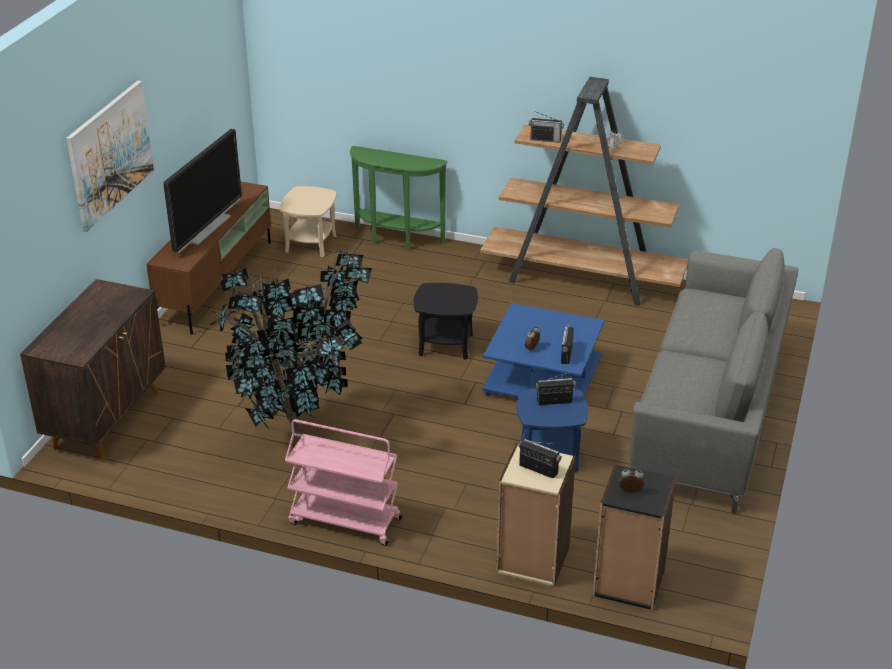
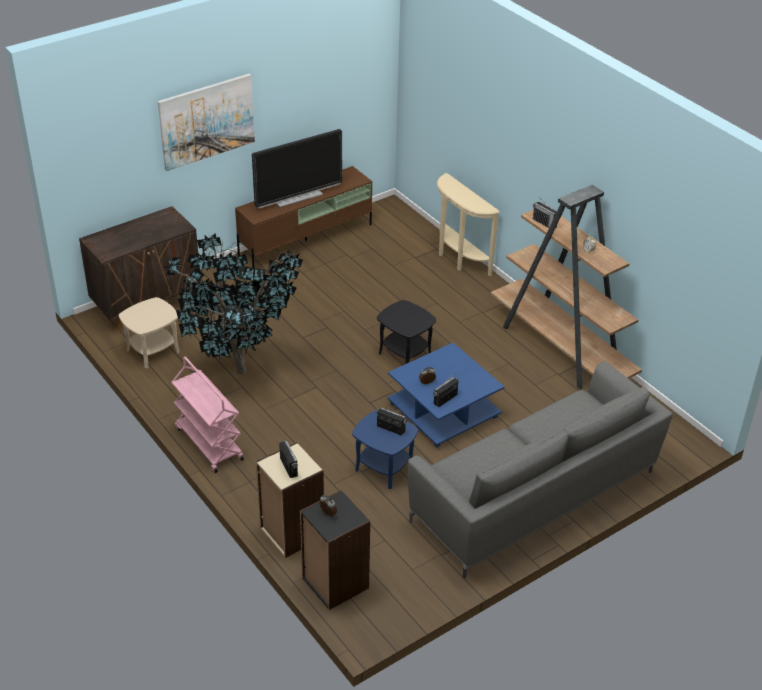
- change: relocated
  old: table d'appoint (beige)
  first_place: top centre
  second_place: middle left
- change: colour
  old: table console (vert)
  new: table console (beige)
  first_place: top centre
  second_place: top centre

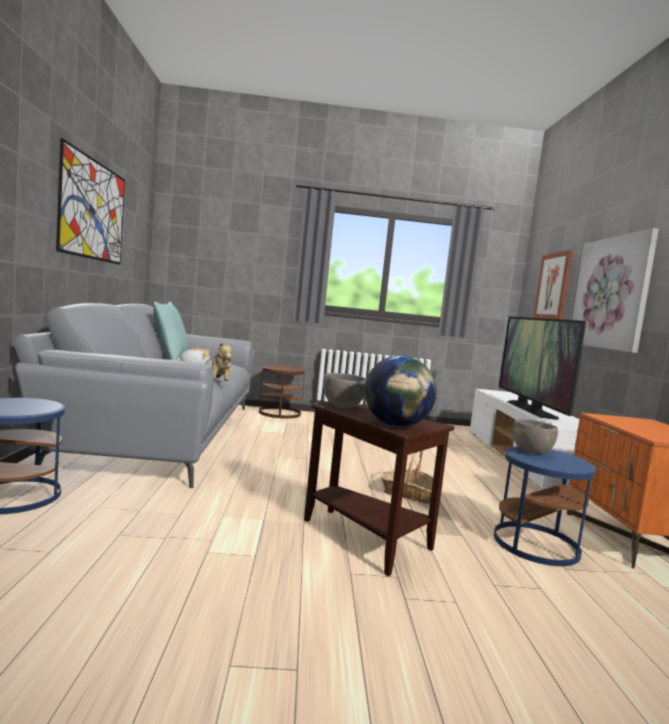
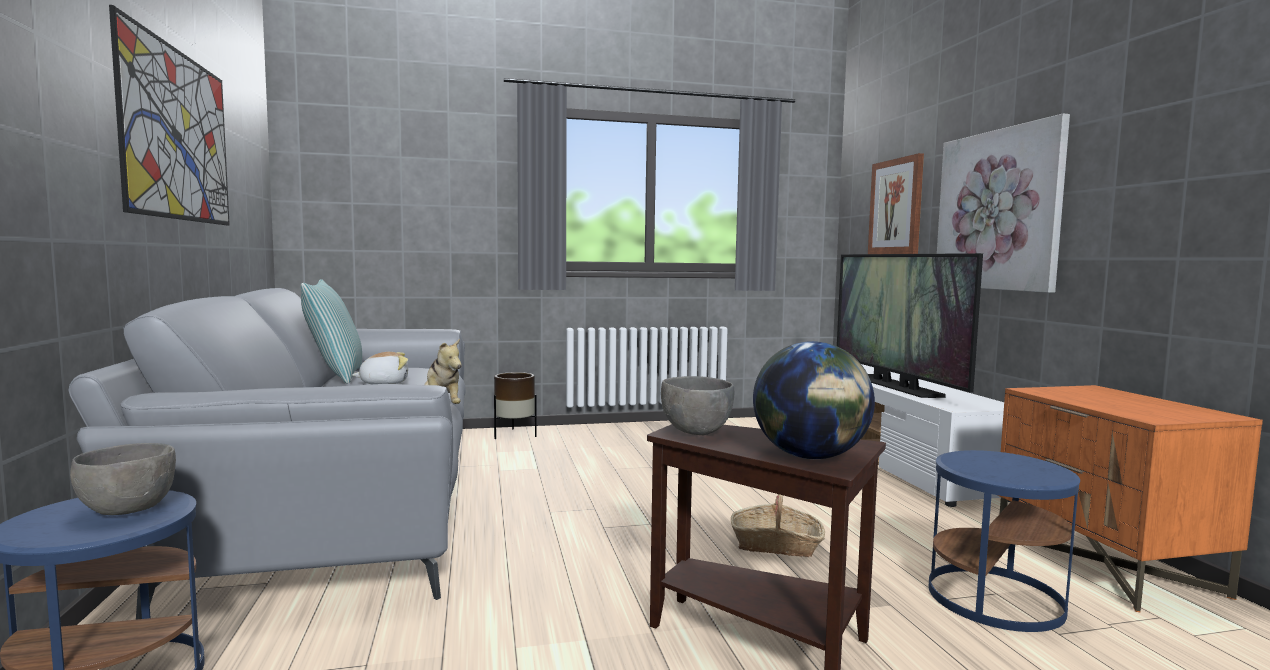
- change: relocated
  old: bol (gris) (no. 2 from left in the first image)
  new: bol (gris) (no. 1 from left)
  first_place: middle right
  second_place: bottom left
- change: exchanged
  old: table d'appoint (marron) (no. 1 from left)
  new: cache-pot (marron)
  first_place: centre
  second_place: centre

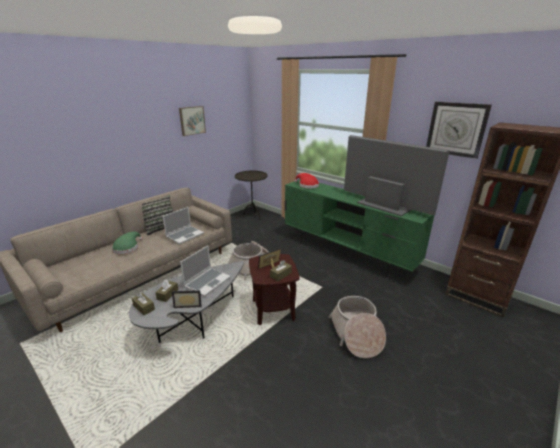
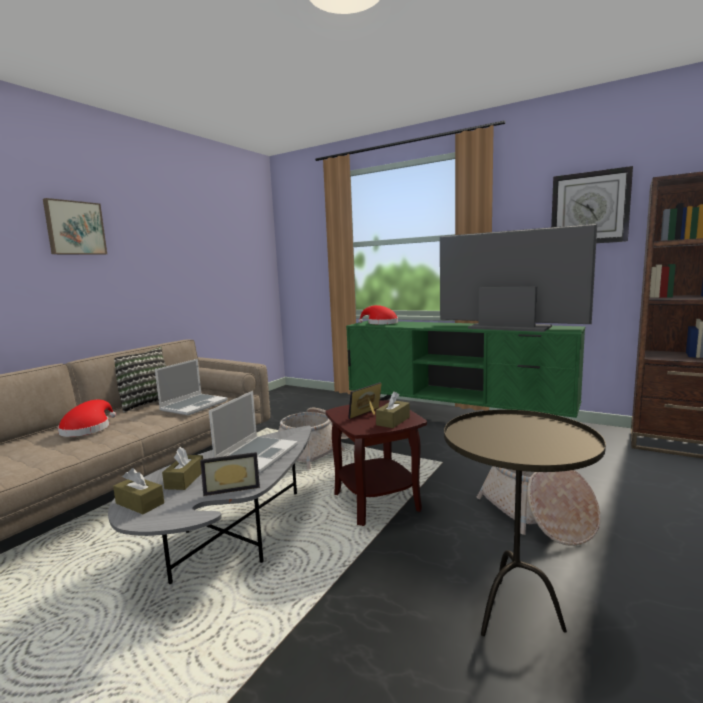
- change: relocated
  old: tableau
  first_place: top centre
  second_place: top left
- change: colour
  old: chapeau (vert)
  new: chapeau (rouge) (no. 1 from left)
  first_place: middle left
  second_place: middle left
- change: relocated
  old: table d'appoint (marron) (no. 1 from left in the first image)
  new: table d'appoint (marron) (no. 2 from left)
  first_place: centre
  second_place: bottom right

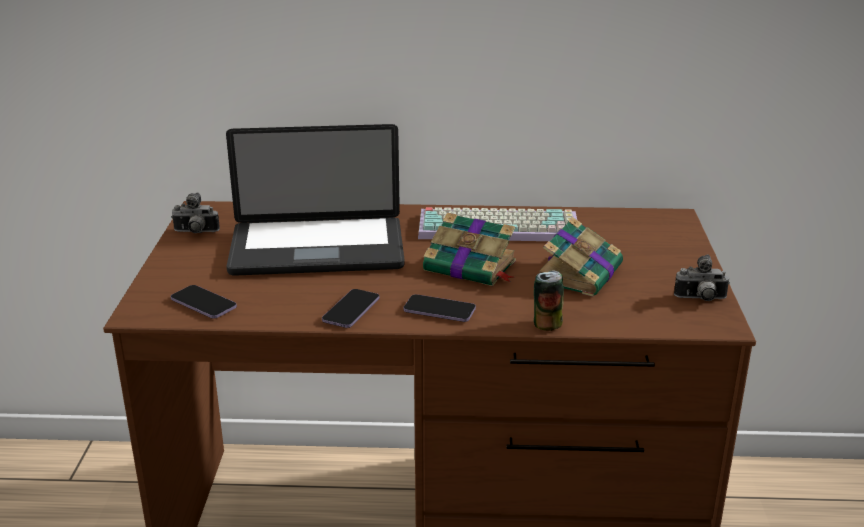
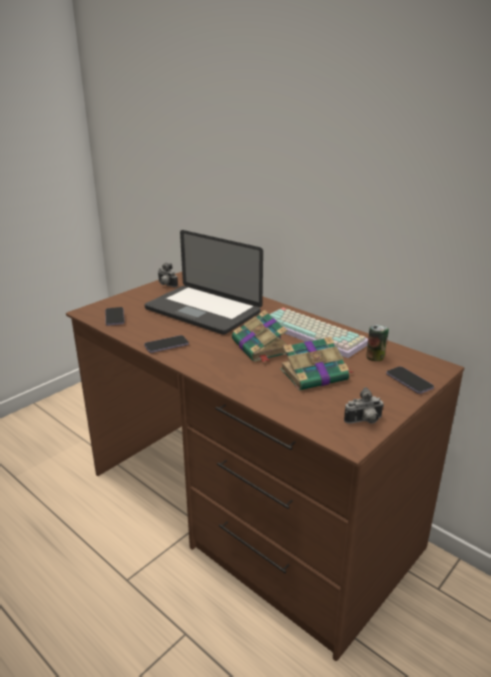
- change: spun
  old: appareil photo (no. 2 from left)
  first_place: middle right
  second_place: middle right
  degrees: -60
- change: relocated
  old: boîte métallique
  first_place: centre
  second_place: middle right
- change: relocated
  old: téléphone (no. 3 from left)
  first_place: centre
  second_place: middle right

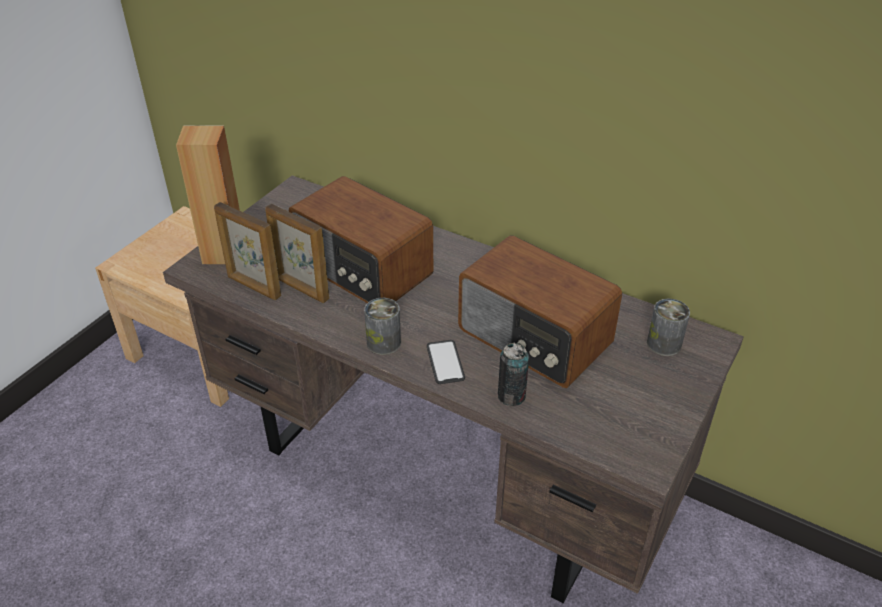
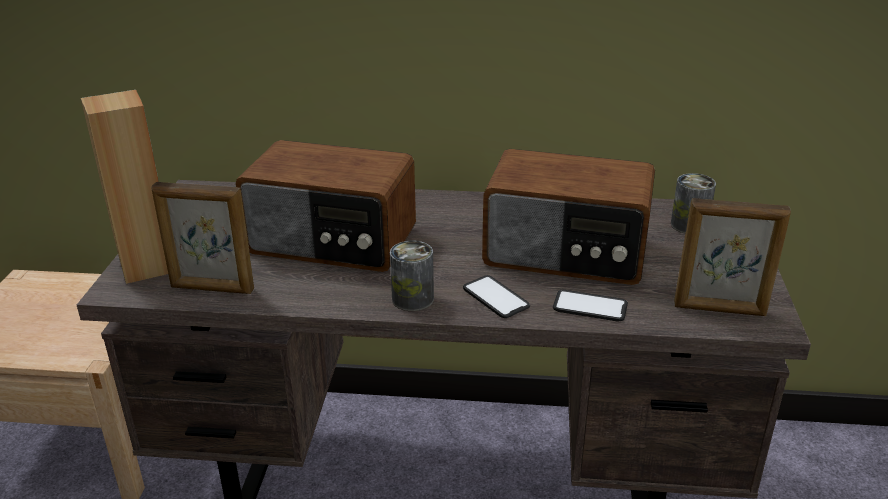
- change: exchanged
  old: boîte métallique (no. 2 from left)
  new: téléphone (no. 2 from left)
  first_place: centre
  second_place: centre
- change: relocated
  old: cadre photo (no. 2 from left)
  first_place: centre
  second_place: middle right

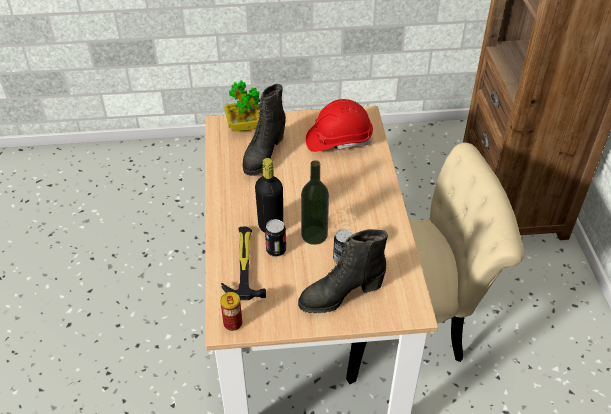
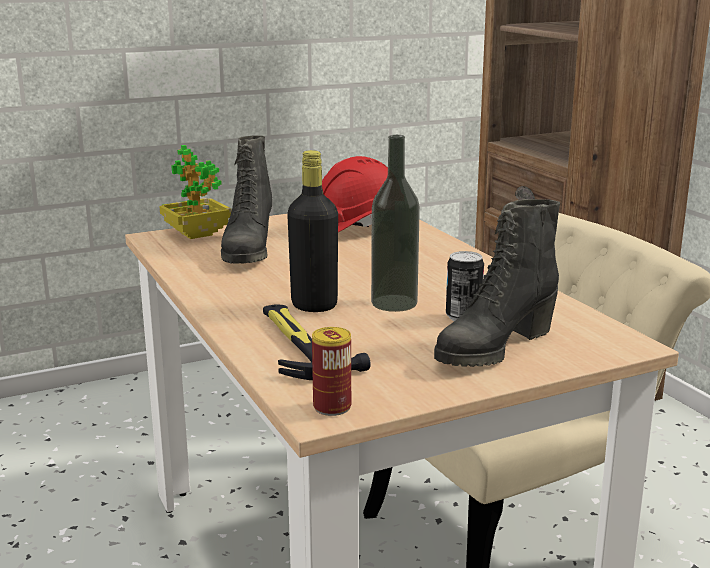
- change: missing
  old: boîte métallique (no. 2 from left)
  first_place: centre

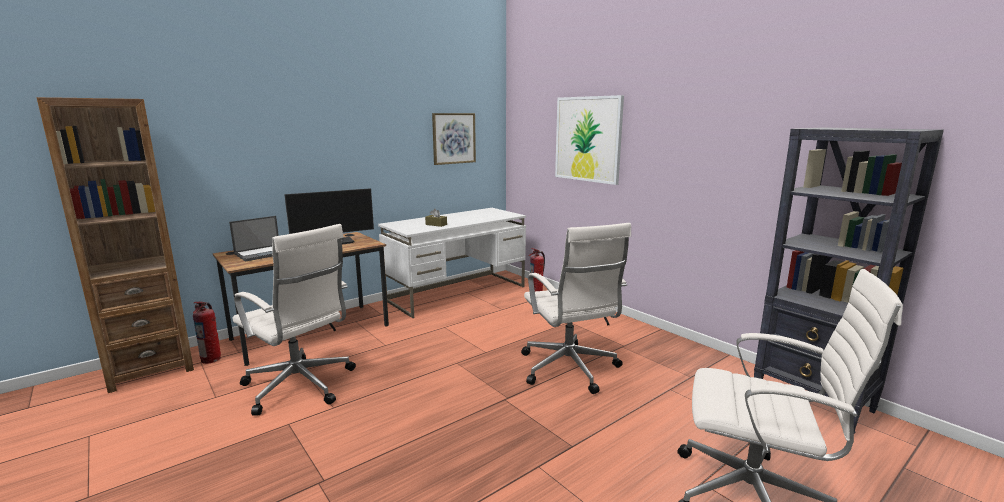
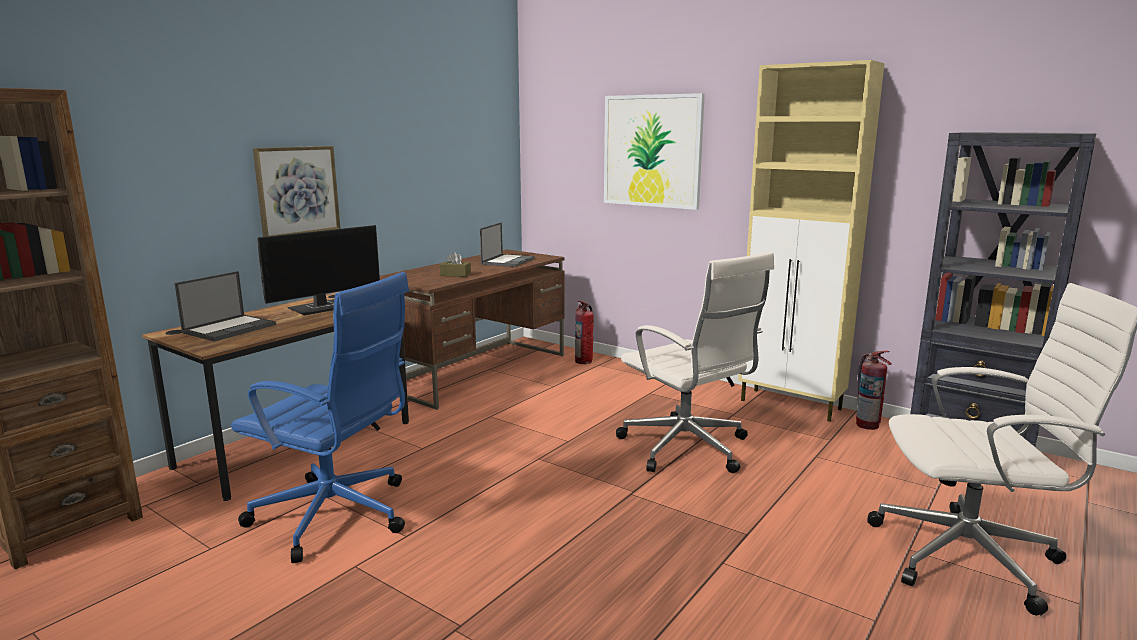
- change: colour
  old: chaise de bureau (blanc) (no. 1 from left)
  new: chaise de bureau (bleu)
  first_place: middle left
  second_place: middle left
- change: relocated
  old: tableau (no. 1 from left)
  first_place: top centre
  second_place: top left
- change: colour
  old: bureau (blanc)
  new: bureau (marron) (no. 2 from left)
  first_place: centre
  second_place: centre
- change: appeared
  new: ordinateur portable (no. 2 from left)
  second_place: centre
- change: appeared
  new: meuble de rangement (beige)
  second_place: middle right
- change: relocated
  old: extincteur (no. 1 from left in the first image)
  new: extincteur (no. 2 from left)
  first_place: middle left
  second_place: middle right

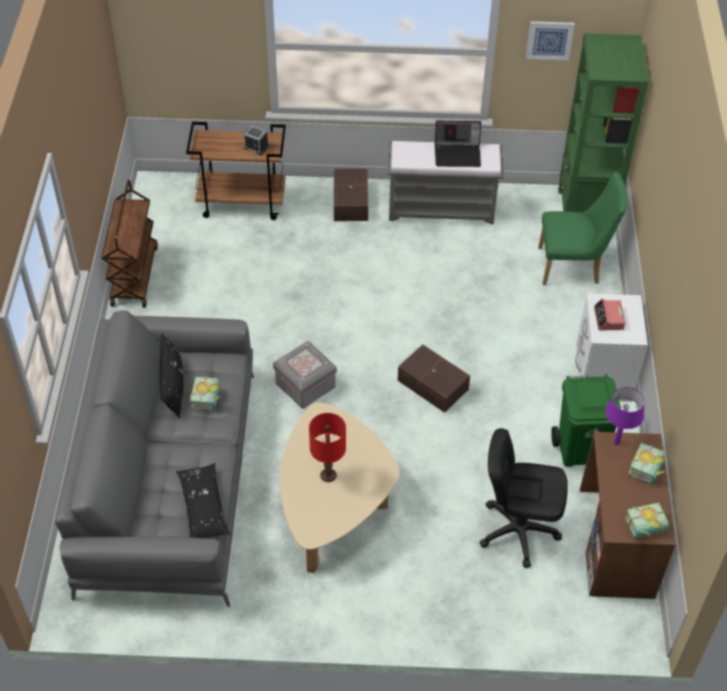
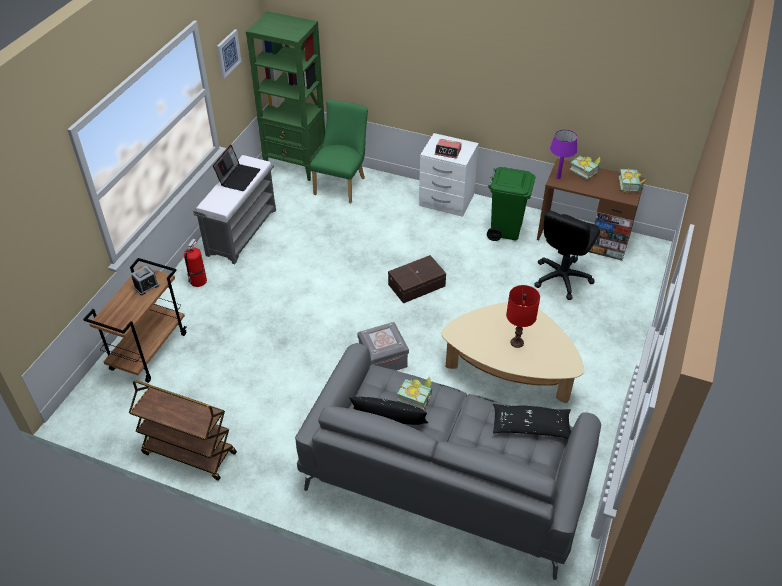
- change: exchanged
  old: boîte de rangement (marron) (no. 1 from left)
  new: extincteur
  first_place: top centre
  second_place: middle left

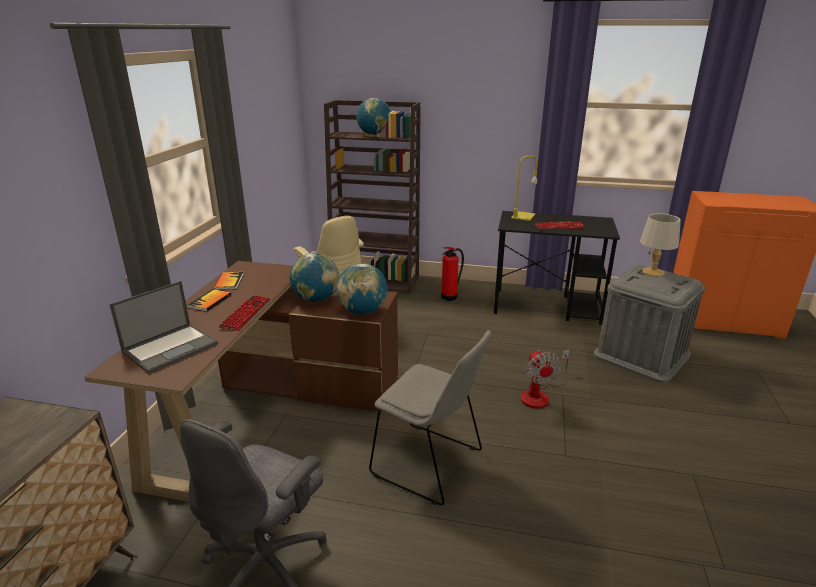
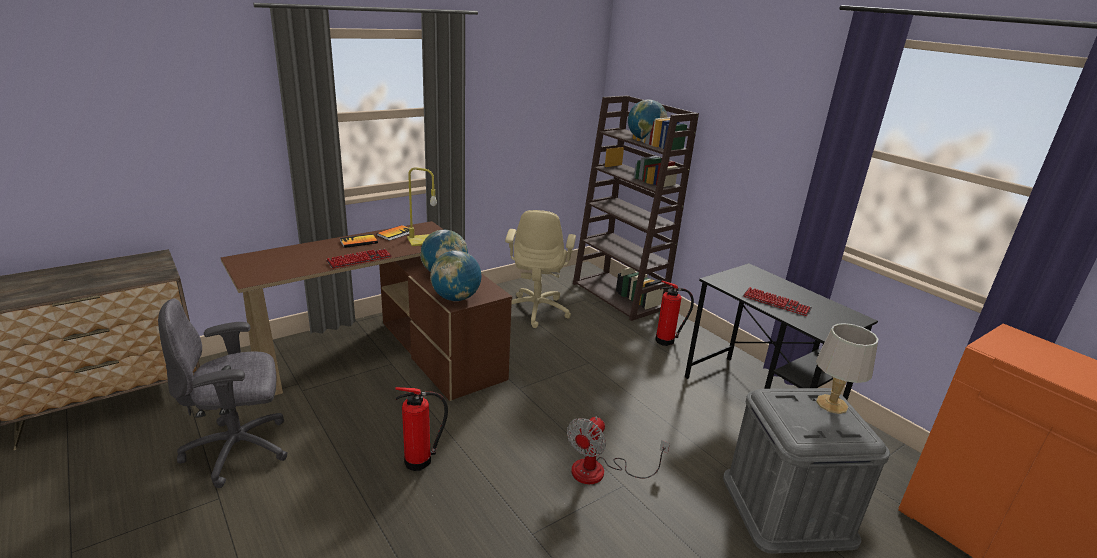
- change: exchanged
  old: chaise (gris)
  new: extincteur (no. 1 from left)
  first_place: bottom centre
  second_place: bottom centre
- change: relocated
  old: lampe de table (jaune)
  first_place: top centre
  second_place: centre
- change: missing
  old: ordinateur portable
  first_place: middle left

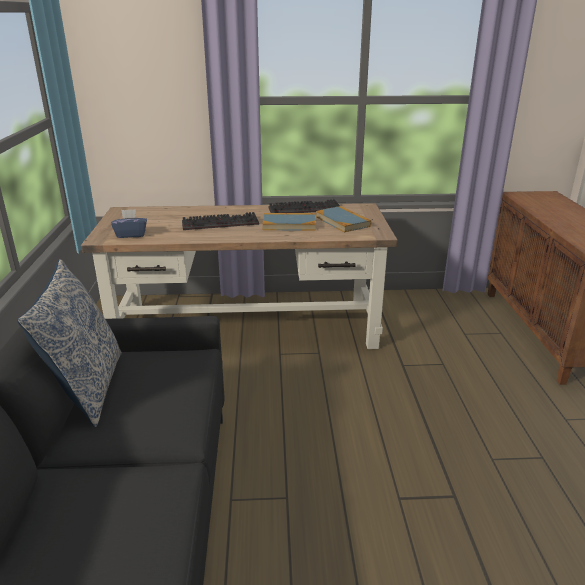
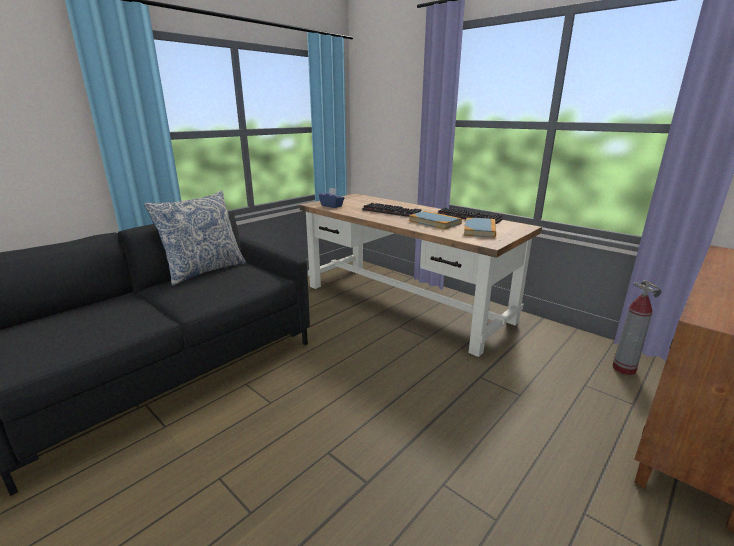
- change: appeared
  new: extincteur
  second_place: middle right

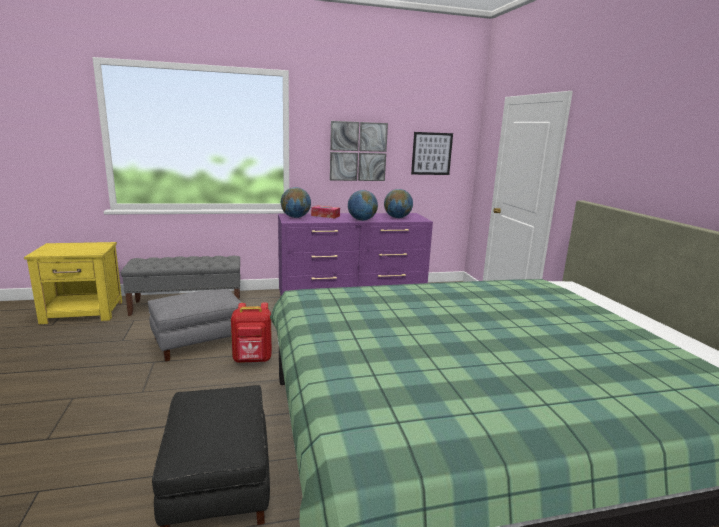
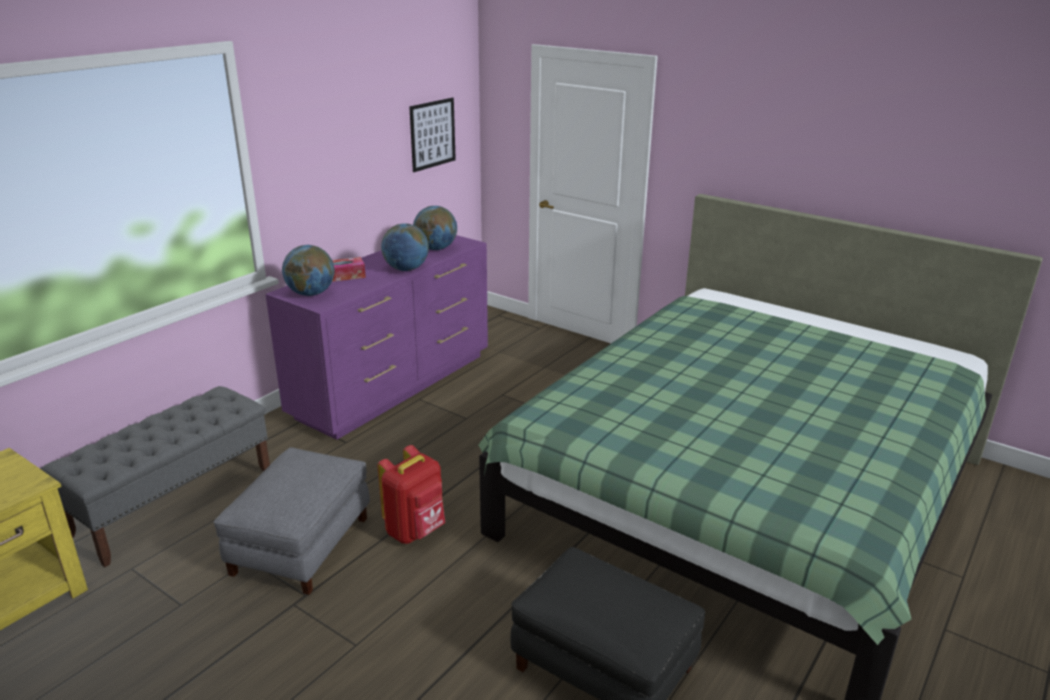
- change: missing
  old: tableau (no. 1 from left)
  first_place: top centre

